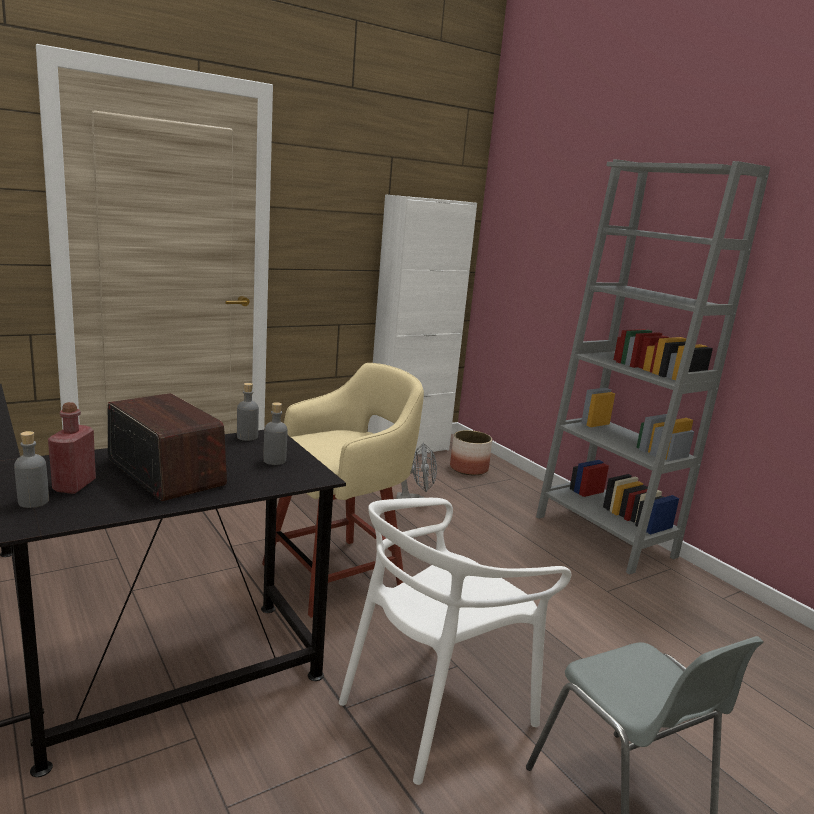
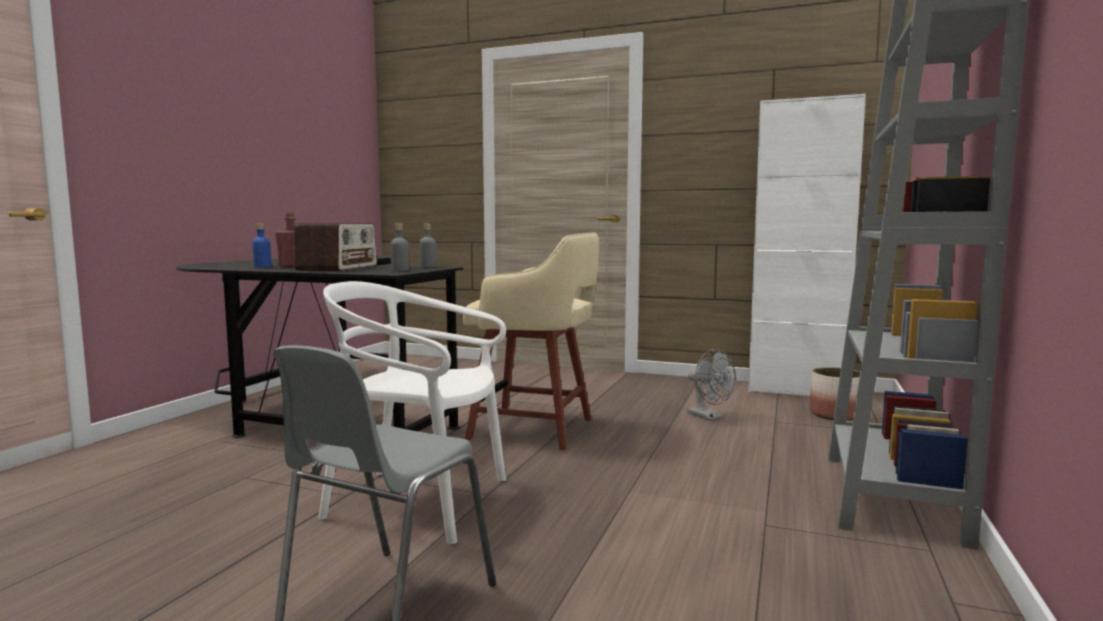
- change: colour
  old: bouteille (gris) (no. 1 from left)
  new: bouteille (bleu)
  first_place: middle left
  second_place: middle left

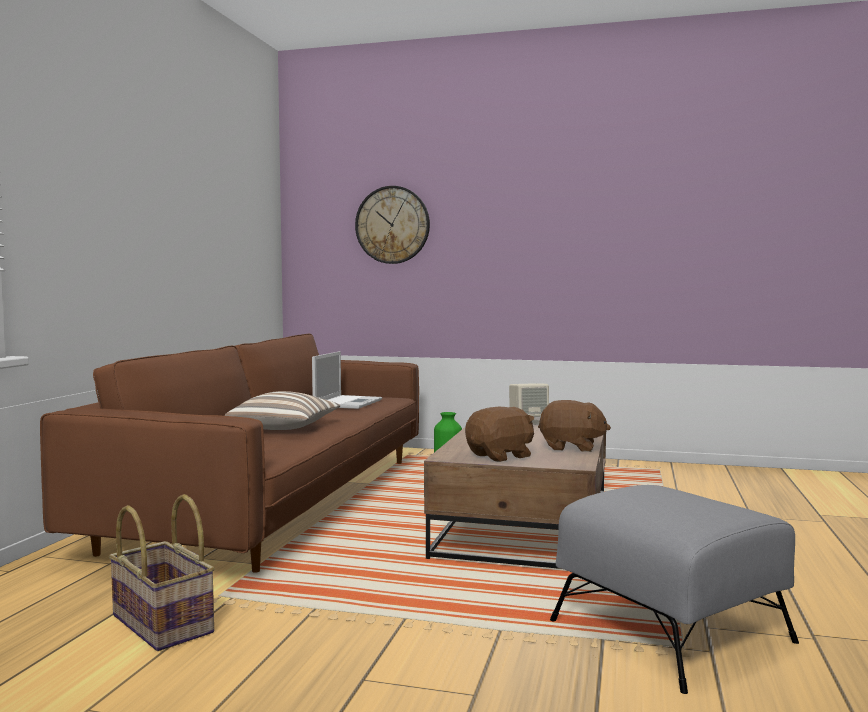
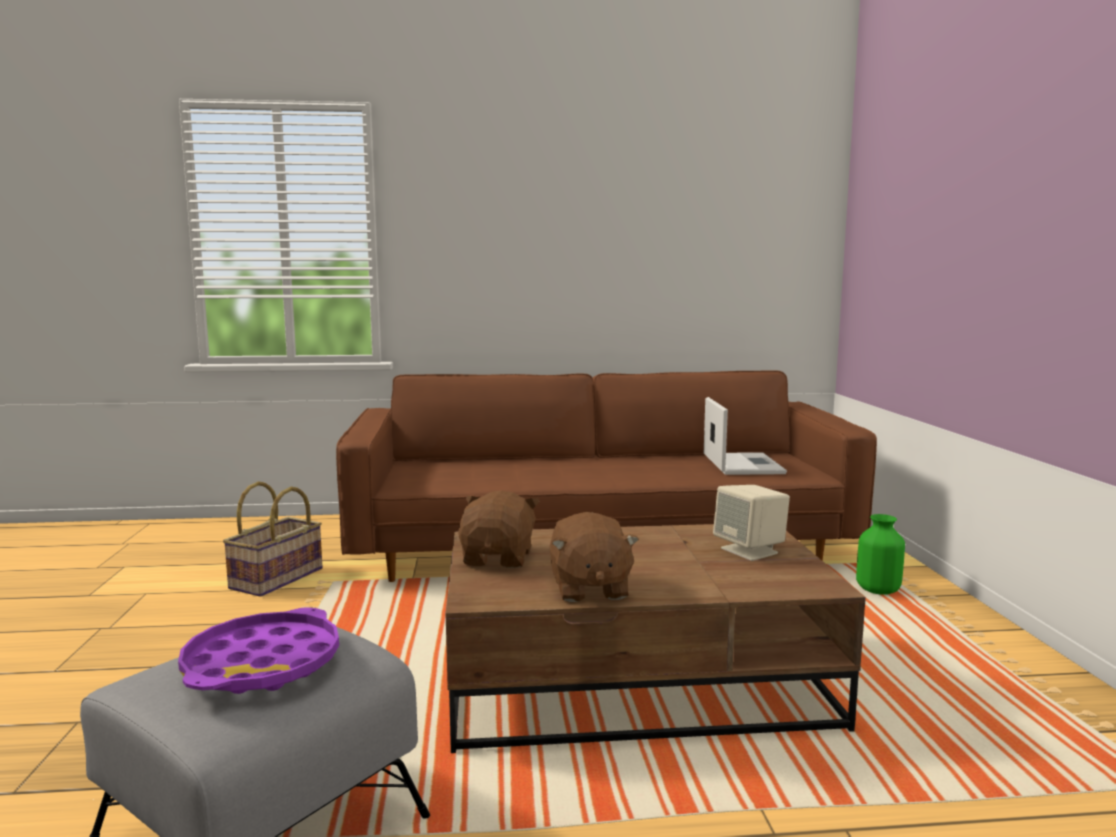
- change: appeared
  new: plateau (violet)
  second_place: bottom left
- change: spun
  old: peluche (marron) (no. 1 from left)
  first_place: centre
  second_place: centre
  degrees: -120
- change: spun
  old: ordinateur portable
  first_place: centre
  second_place: middle right
  degrees: -90
- change: missing
  old: coussin
  first_place: middle left
- change: missing
  old: horloge murale
  first_place: top centre

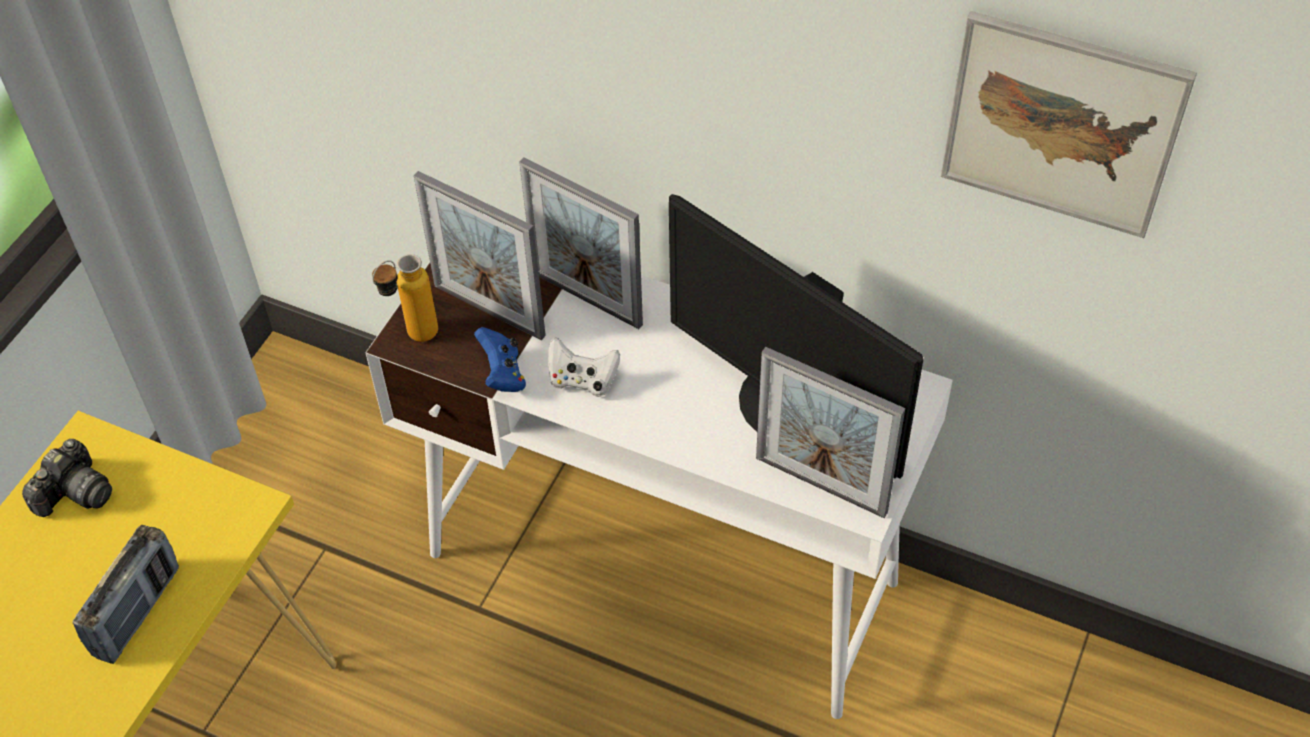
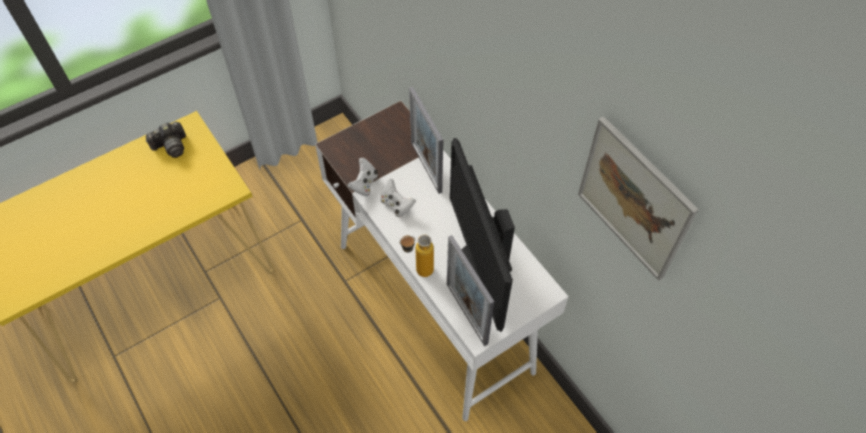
- change: colour
  old: manette (bleu)
  new: manette (blanc) (no. 1 from left)
  first_place: centre
  second_place: centre
- change: relocated
  old: bouteille
  first_place: middle left
  second_place: centre
- change: missing
  old: radio
  first_place: bottom left
- change: missing
  old: cadre photo (no. 1 from left)
  first_place: centre

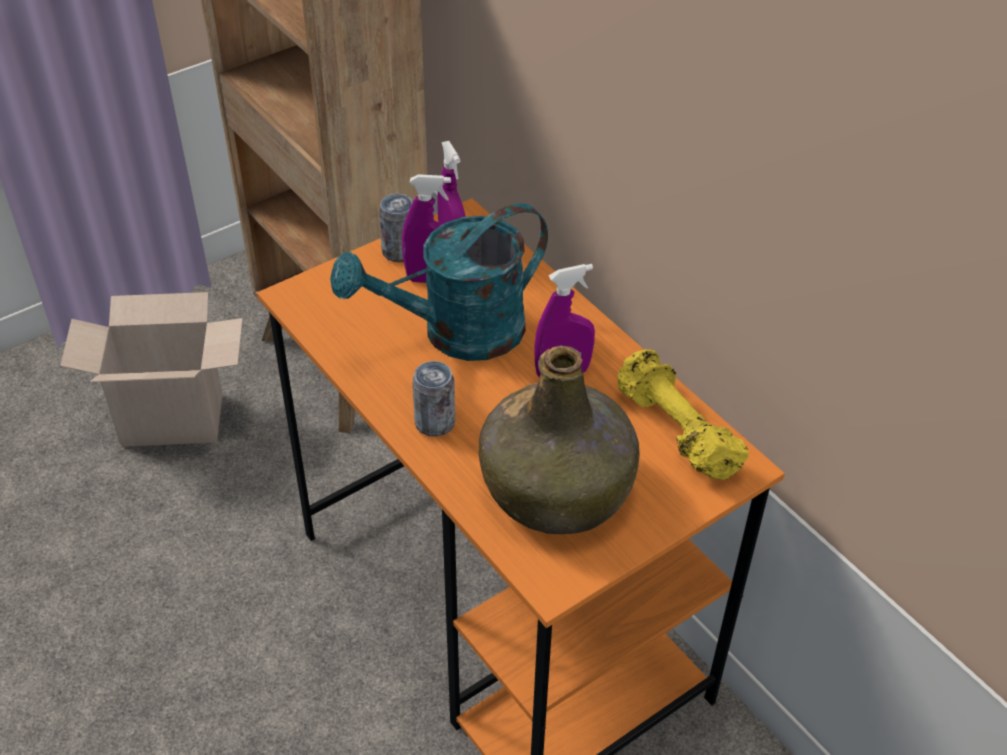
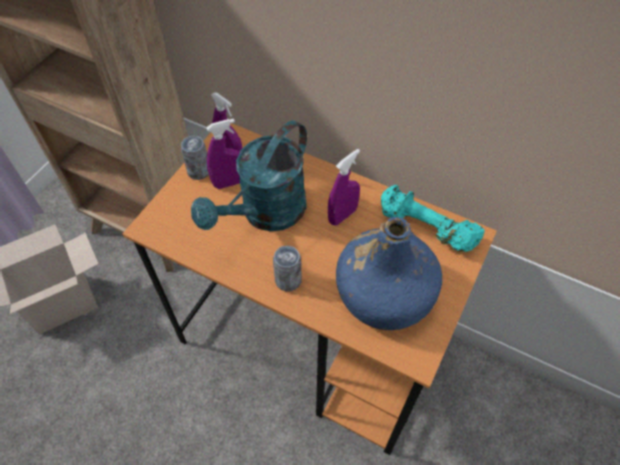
- change: colour
  old: bouteille (vert)
  new: bouteille (bleu)
  first_place: centre
  second_place: centre
- change: colour
  old: haltère (jaune)
  new: haltère (turquoise)
  first_place: middle right
  second_place: middle right

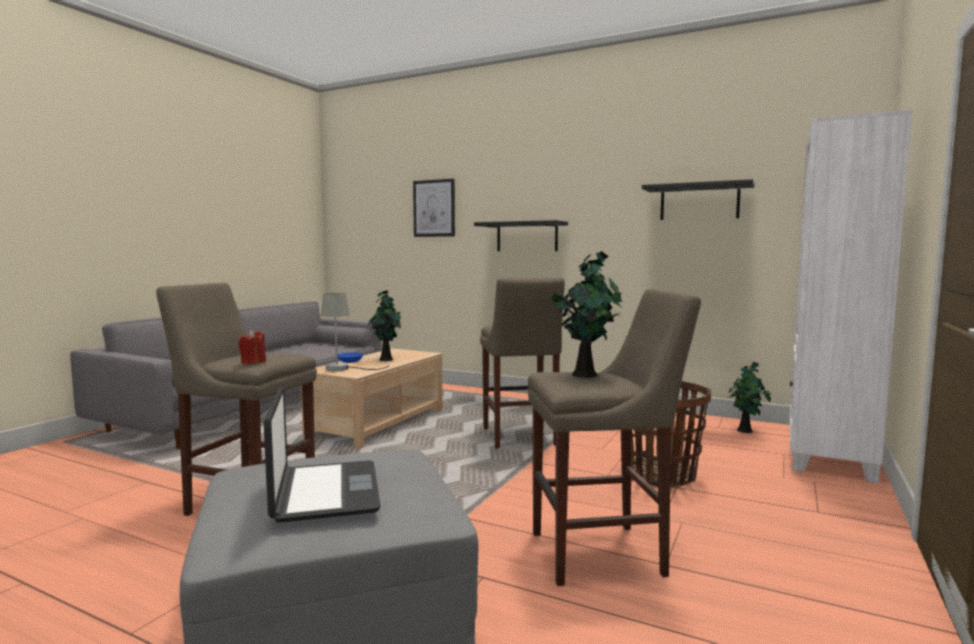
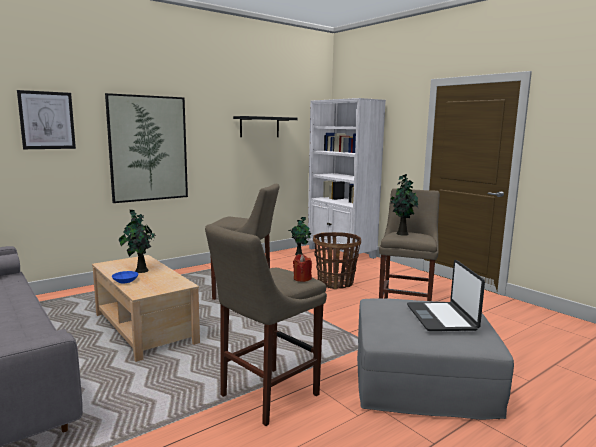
- change: exchanged
  old: étagère (noir) (no. 1 from left)
  new: tableau (no. 2 from left)
  first_place: centre
  second_place: top left
- change: spun
  old: ordinateur portable
  first_place: bottom left
  second_place: middle right
  degrees: -105
- change: missing
  old: lampe de table (gris)
  first_place: centre

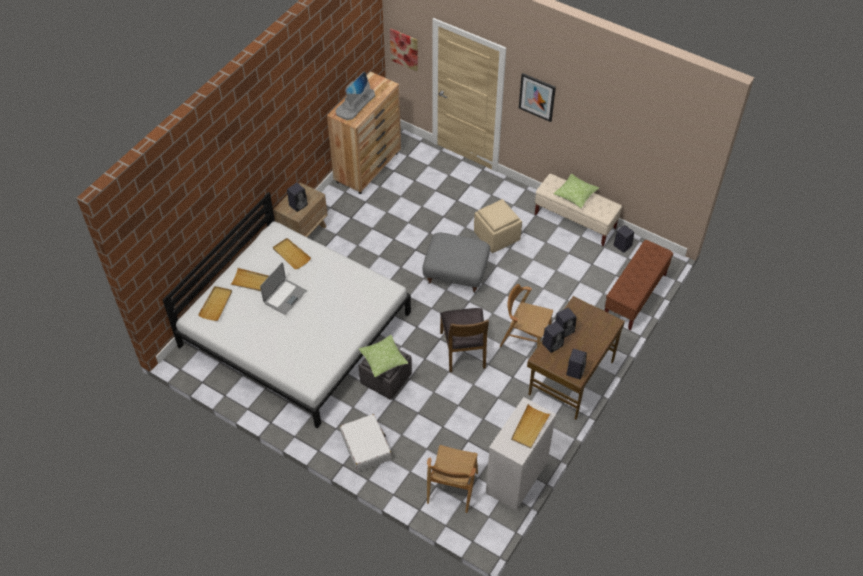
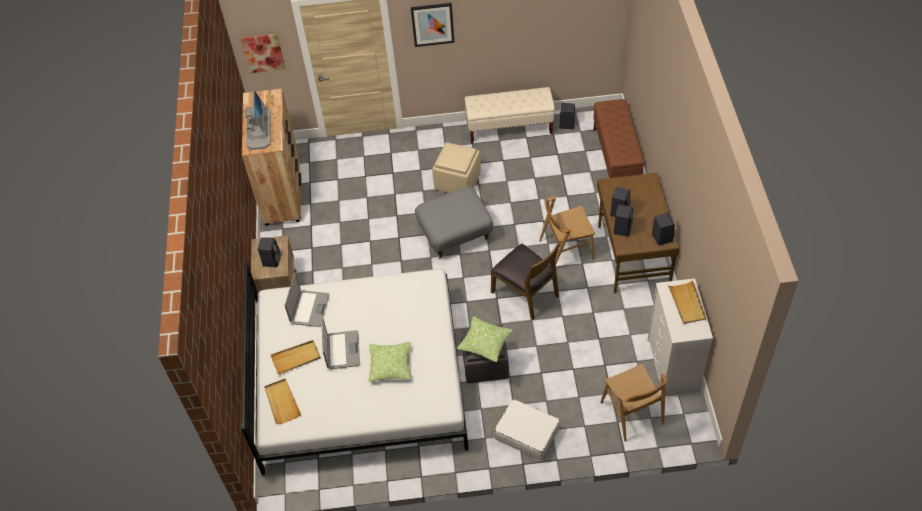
- change: exchanged
  old: plateau (beige) (no. 3 from left)
  new: ordinateur portable (no. 1 from left)
  first_place: centre
  second_place: middle left
- change: relocated
  old: coussin (no. 2 from left in the first image)
  new: coussin (no. 1 from left)
  first_place: top right
  second_place: bottom centre

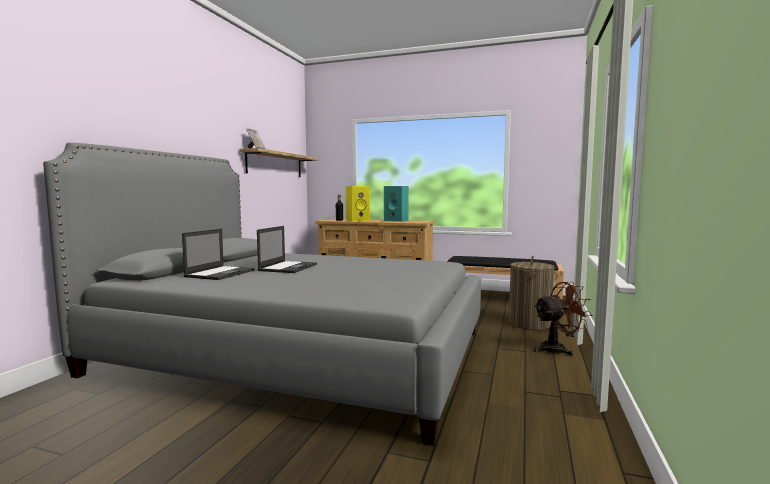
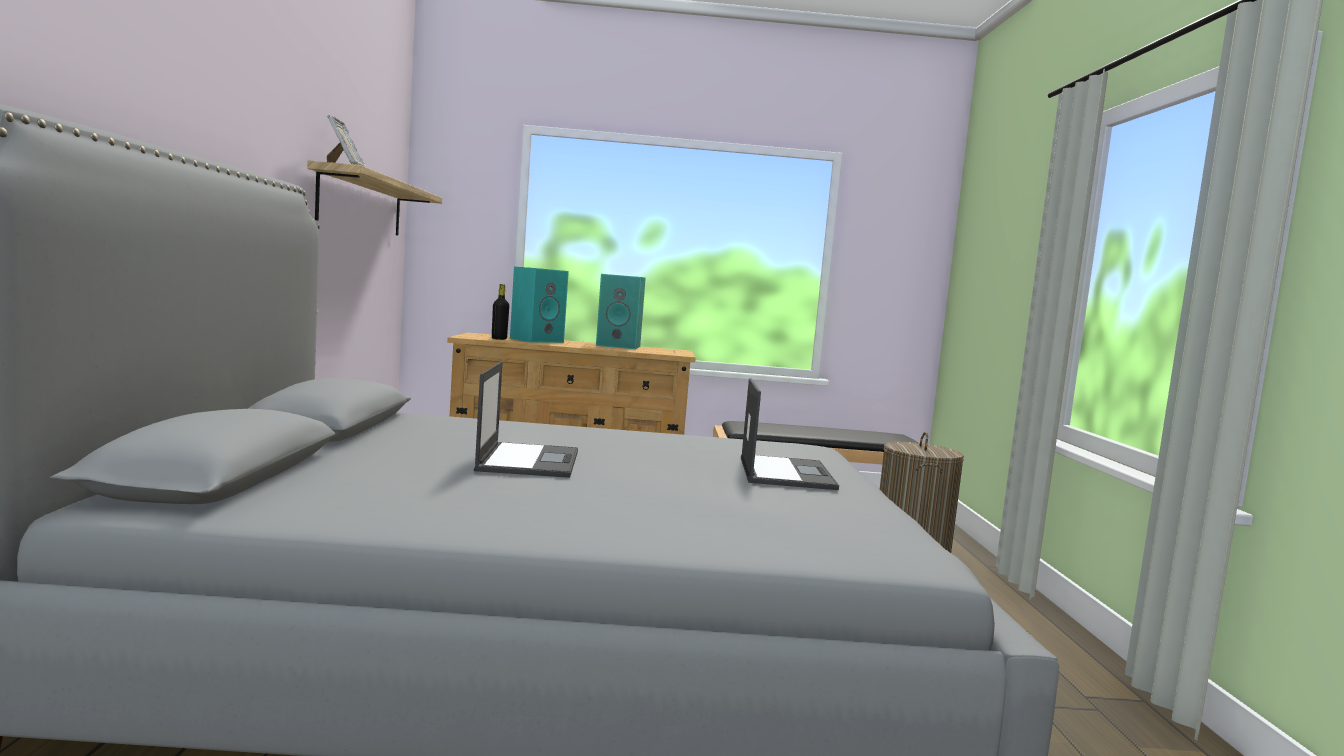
- change: colour
  old: enceinte (jaune)
  new: enceinte (turquoise) (no. 1 from left)
  first_place: centre
  second_place: centre
- change: relocated
  old: ordinateur portable (no. 1 from left in the first image)
  new: ordinateur portable (no. 2 from left)
  first_place: middle left
  second_place: centre
- change: missing
  old: ventilateur (marron)
  first_place: middle right

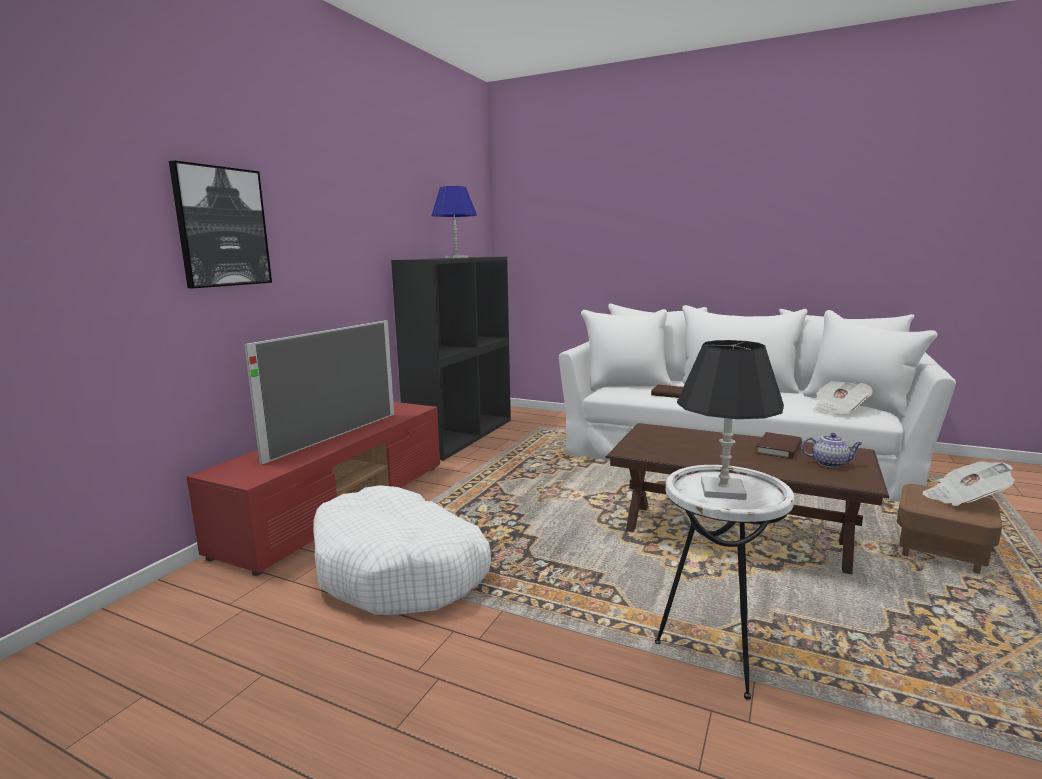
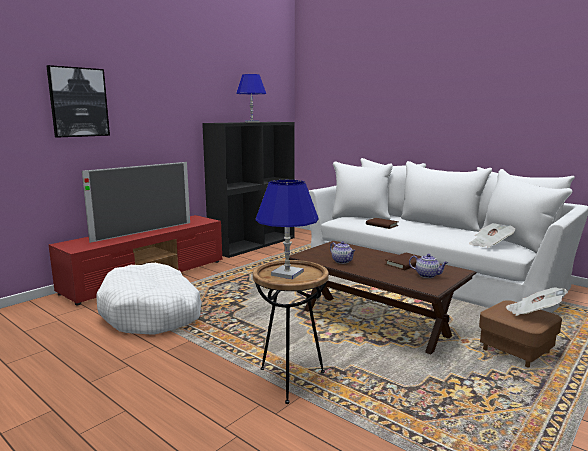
- change: colour
  old: table d'appoint (blanc)
  new: table d'appoint (marron)
  first_place: bottom right
  second_place: bottom centre
- change: colour
  old: lampe de table (noir)
  new: lampe de table (bleu) (no. 2 from left)
  first_place: middle right
  second_place: centre
- change: appeared
  new: théière (no. 1 from left)
  second_place: centre

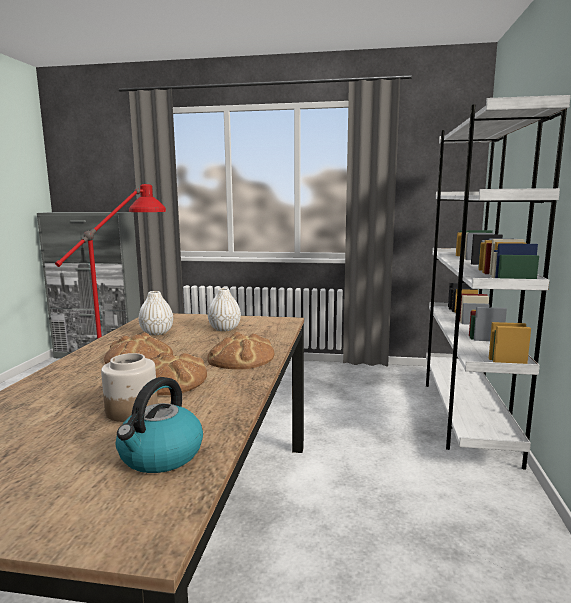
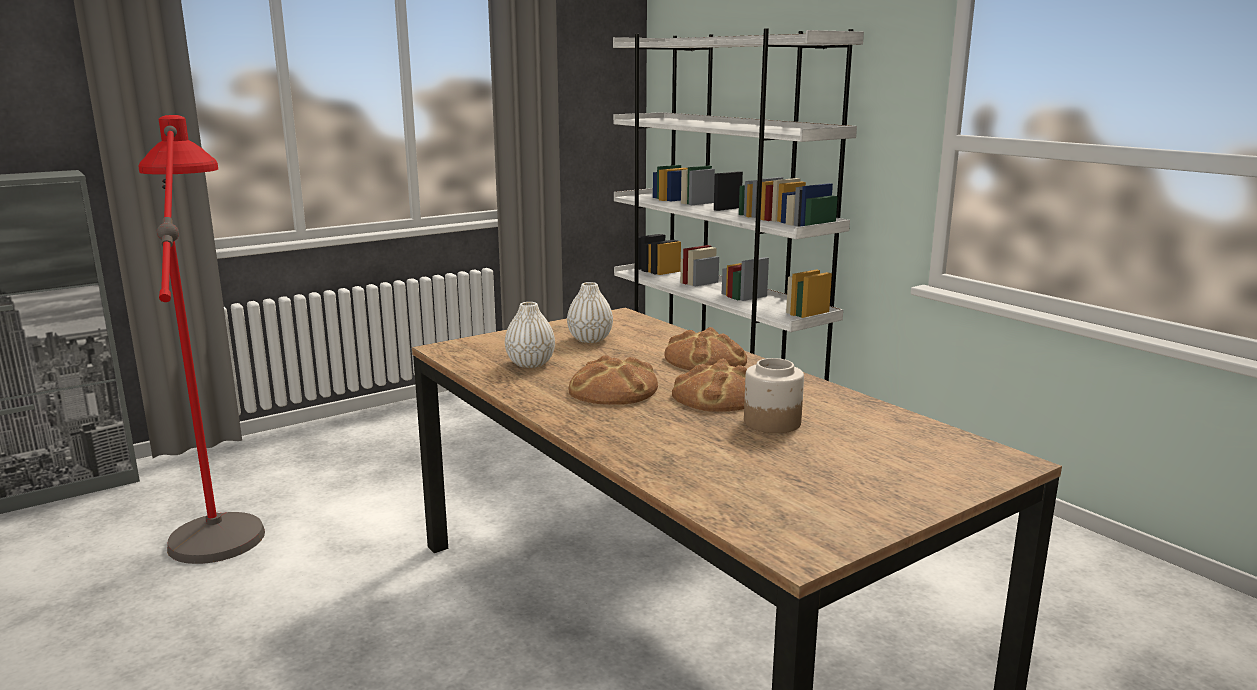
- change: missing
  old: bouilloire
  first_place: bottom left

